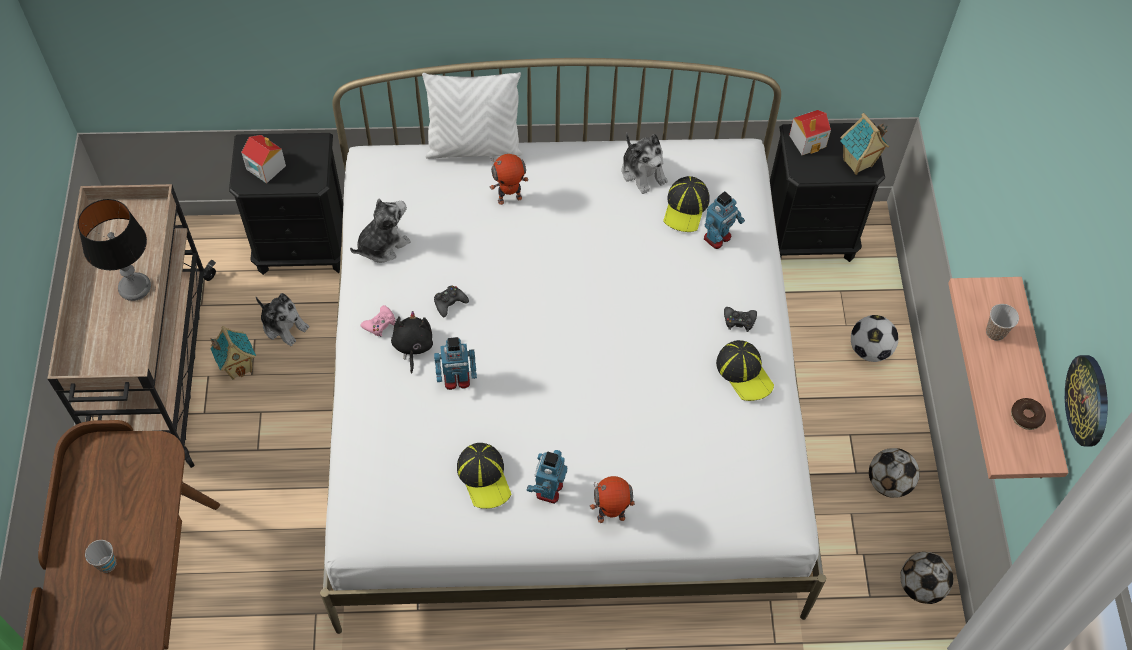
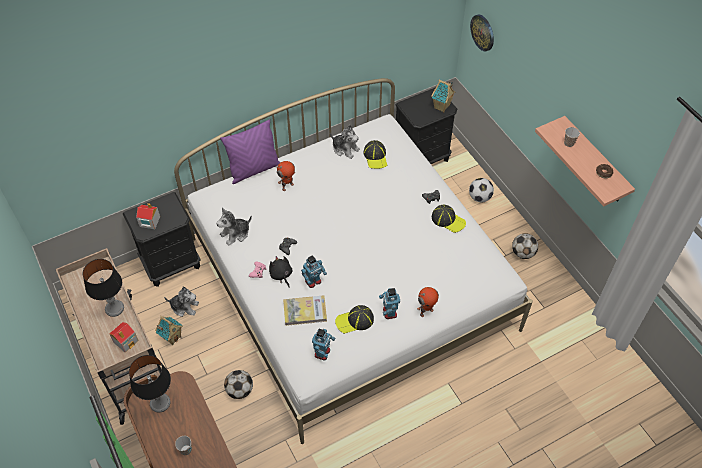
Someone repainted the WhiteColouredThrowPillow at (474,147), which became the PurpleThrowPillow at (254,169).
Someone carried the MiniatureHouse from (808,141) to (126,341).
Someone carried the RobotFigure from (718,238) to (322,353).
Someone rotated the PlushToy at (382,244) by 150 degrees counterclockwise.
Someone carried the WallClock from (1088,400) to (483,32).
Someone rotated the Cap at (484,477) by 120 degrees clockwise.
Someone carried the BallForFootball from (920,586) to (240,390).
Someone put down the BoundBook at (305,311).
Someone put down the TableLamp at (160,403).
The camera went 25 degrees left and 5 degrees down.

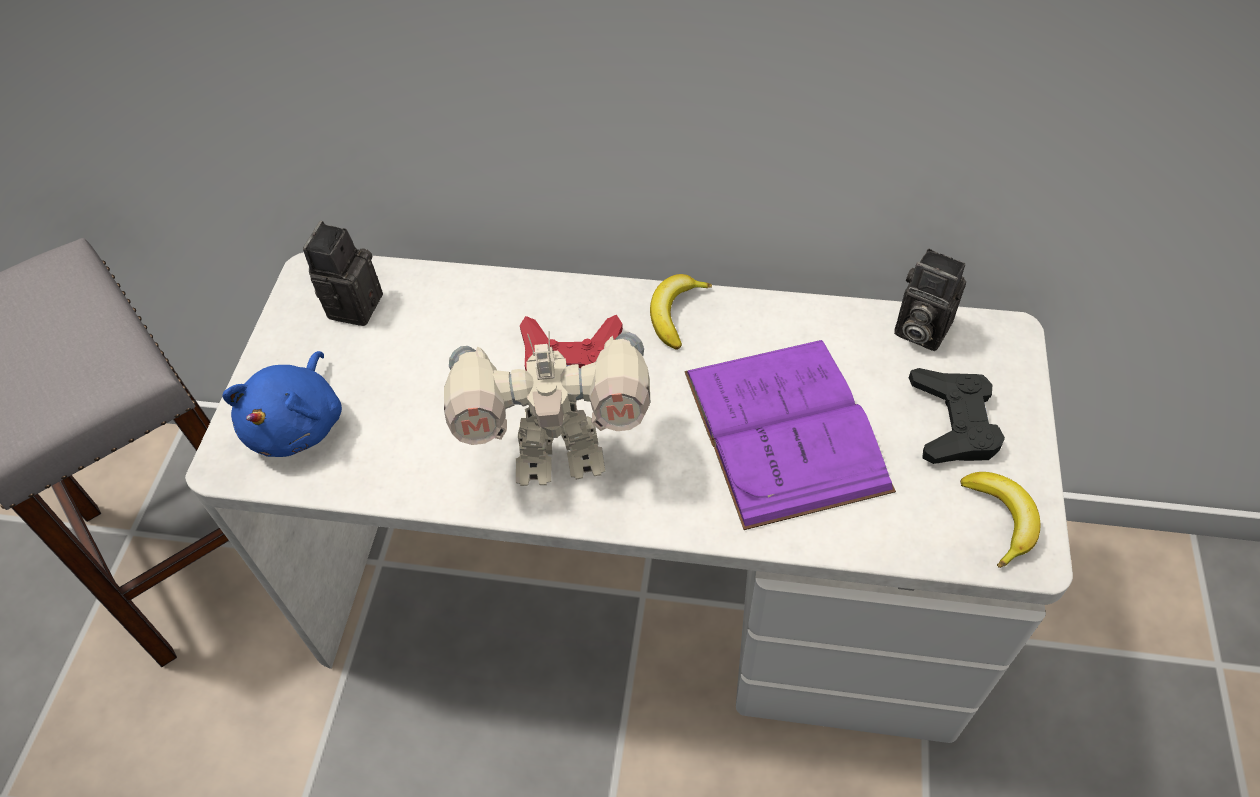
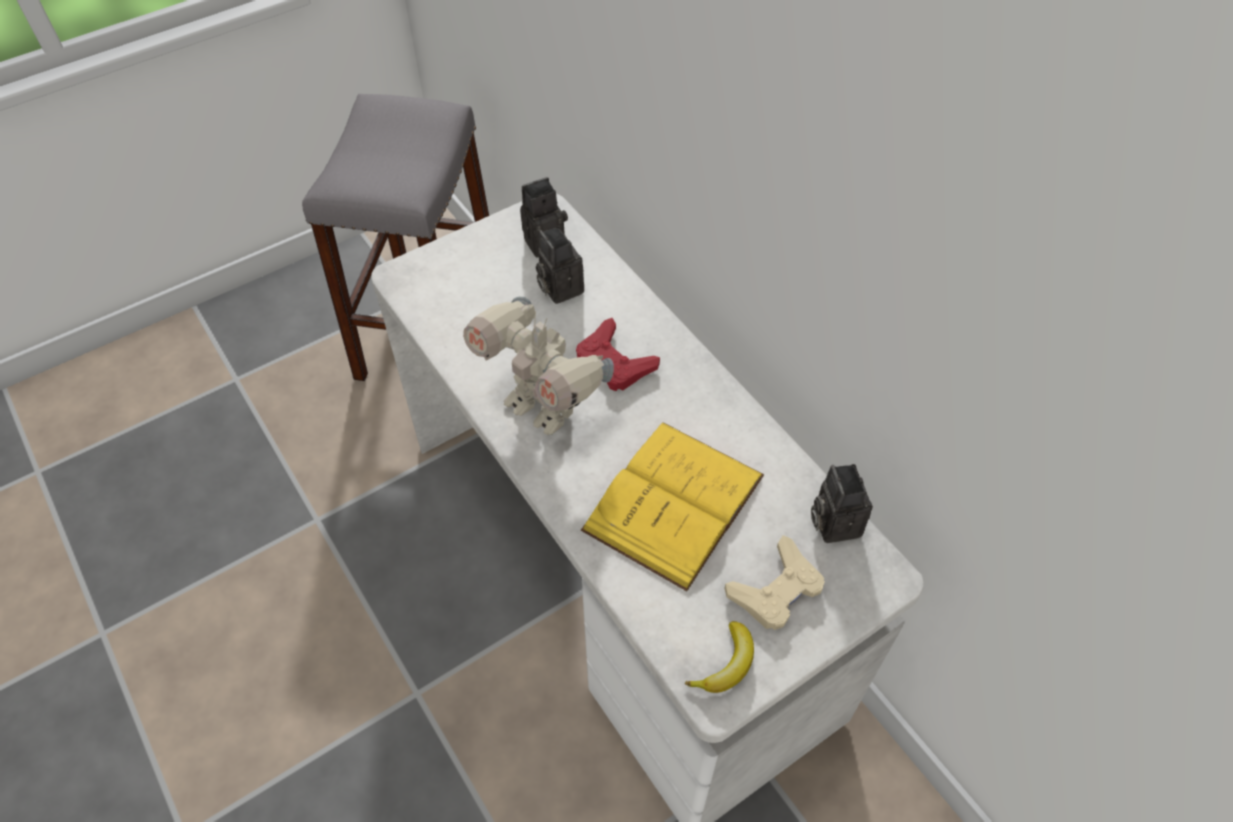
Someone took away the WholeBanana at (675,314).
Someone repainted the PurpleBoundBook at (785,429), which became the YellowishBoundBook at (674,502).
Someone took away the BlueColouredPlushToy at (299,424).
Someone repainted the BlackishGamepad at (953,422), which became the BeigeColouredGamepad at (776,590).
Someone put down the StillCamera at (558,287).
The camera went 45 degrees right and 0 degrees up.

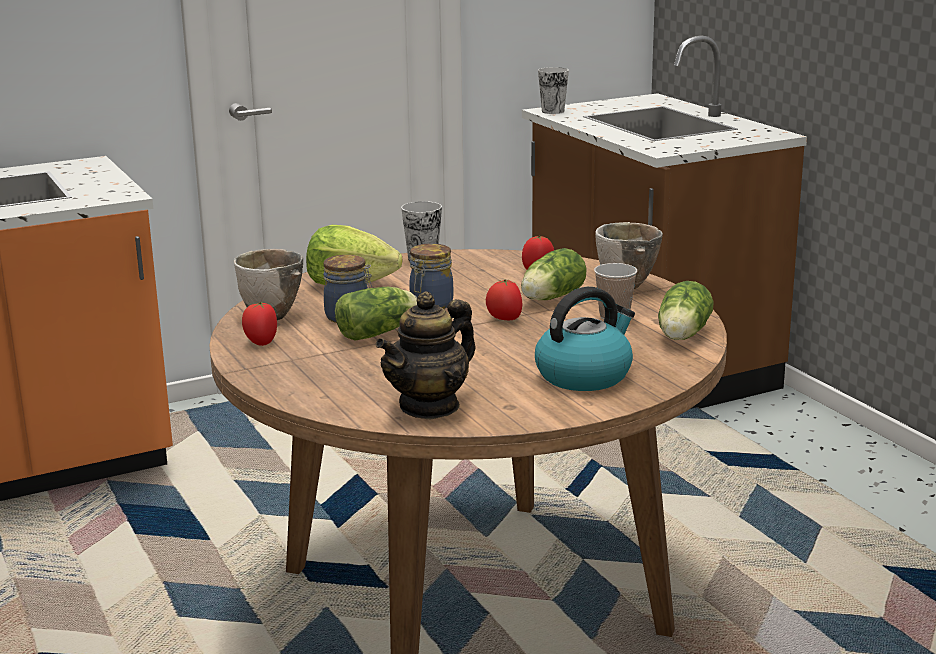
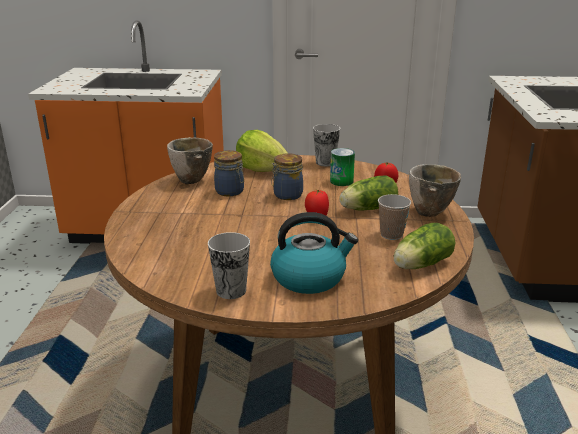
Someone carried the SmallCup from (553,111) to (231,290).
Someone took away the Lettuce at (380,332).
Someone took away the PotForTea at (429,406).
Someone took away the Tomato at (261,343).
Someone put down the SealedCan at (341,181).
The camera went 30 degrees right and 5 degrees up.

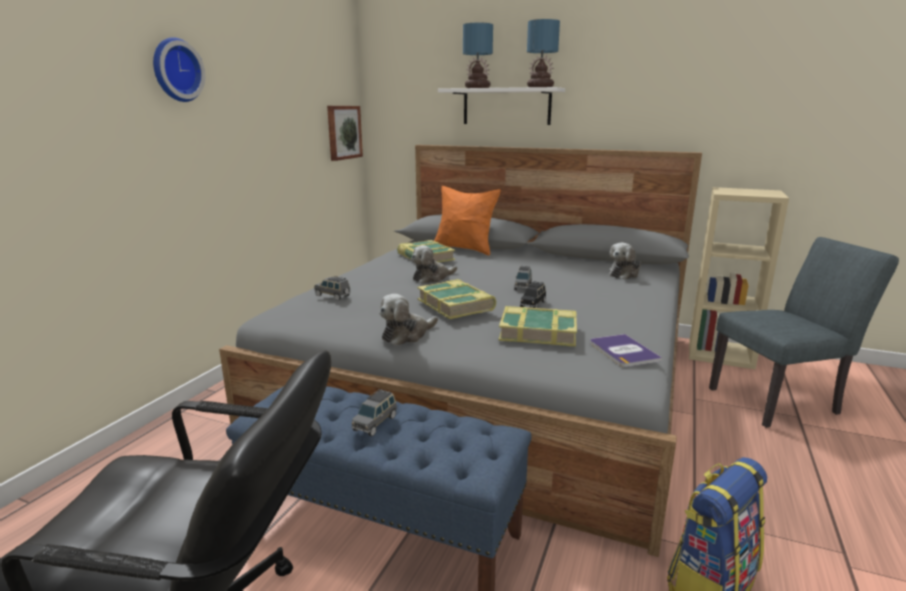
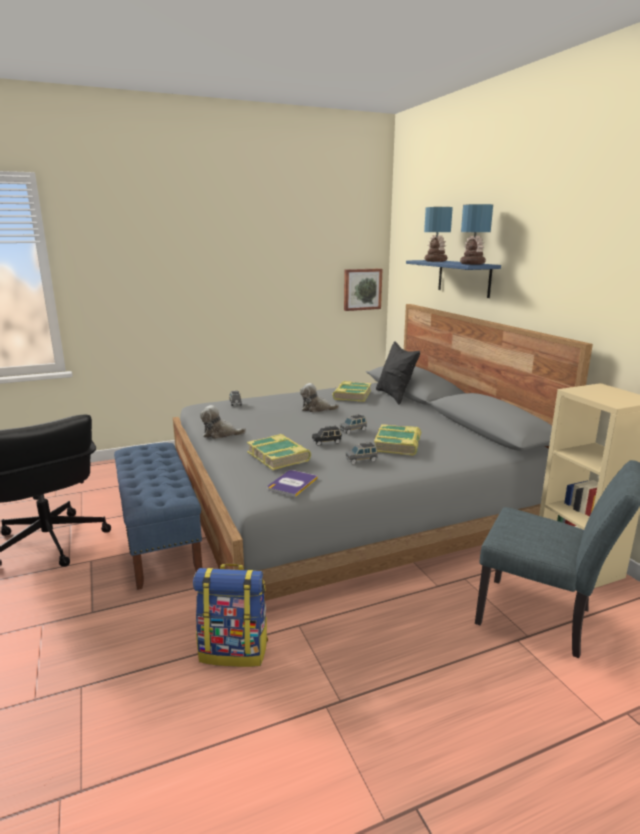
Someone took away the WallClock at (175,70).
Someone repainted the WhiteColouredShelf at (506,106), which became the BlueColouredShelf at (464,278).
Someone repainted the OrangeThrowPillow at (465,249), which became the BlackishThrowPillow at (395,396).
Someone took away the PlushToy at (624,274).
Someone carried the BoundBook from (456,305) to (398,445).
Someone carried the GrayToyCar from (375,423) to (361,460).
The camera went 45 degrees right and 0 degrees up.

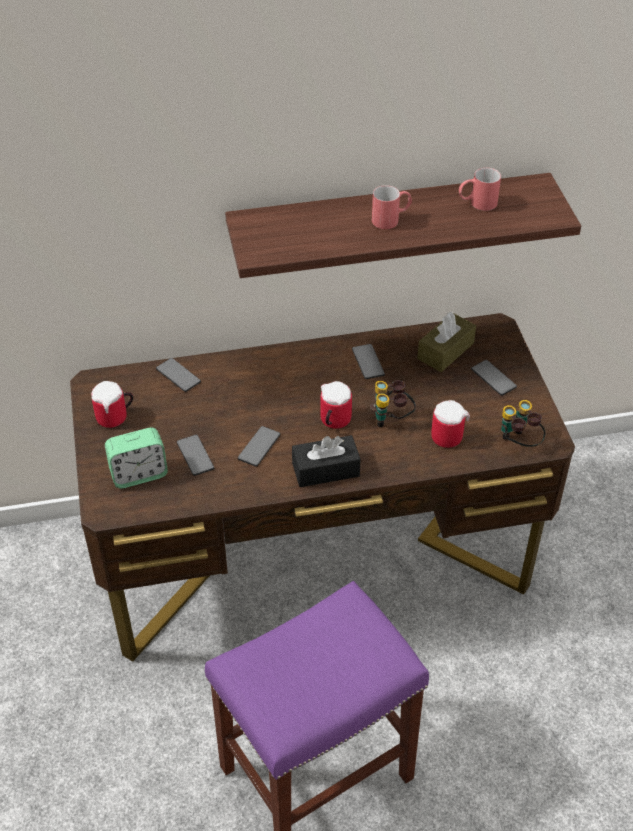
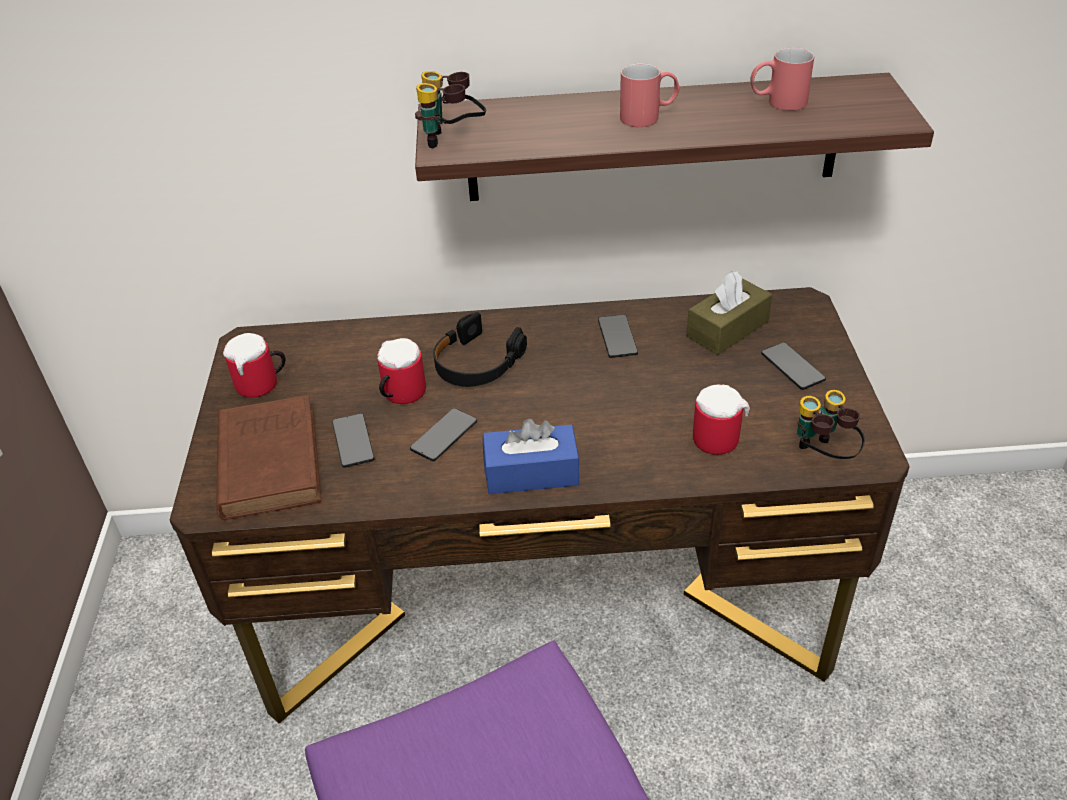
Someone took away the Phone at (178,375).
Someone carried the Binoculars from (391,419) to (453,140).
Someone carried the Mug from (332,421) to (399,394).
Someone swapped the AlarmClock at (139,474) for the BrownBoundBook at (269,460).
Someone repainted the BlackishBoxOfTissues at (325,470), which became the BlueColouredBoxOfTissues at (531,473).
Someone put down the BlackishPairOfHeadphones at (476,363).
The camera went 10 degrees right and 5 degrees down.

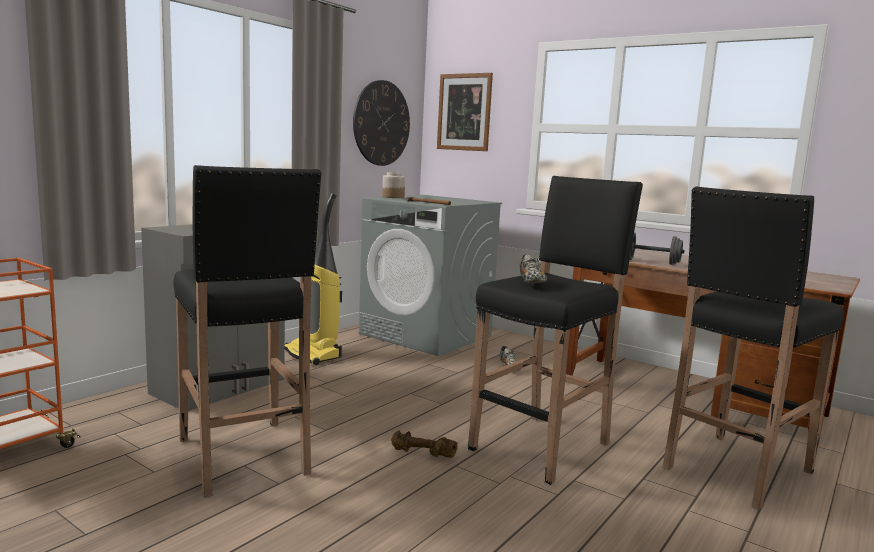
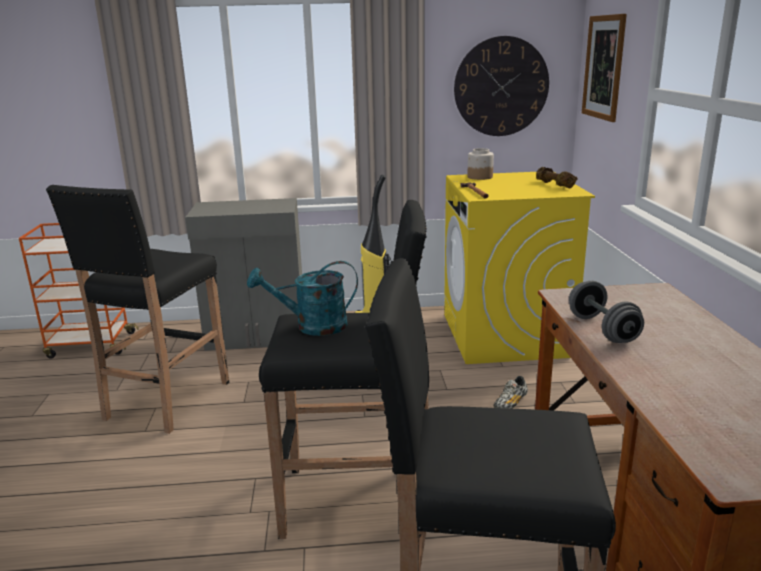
Someone repainted the GrayLaundryAppliance at (426,335), which became the YellowishLaundryAppliance at (505,335).
Someone swapped the LowShoe at (531,283) for the BlueGreenWateringCan at (312,327).
Someone carried the BrownDumbbell from (422,454) to (554,185).
The camera went 50 degrees right and 10 degrees up.

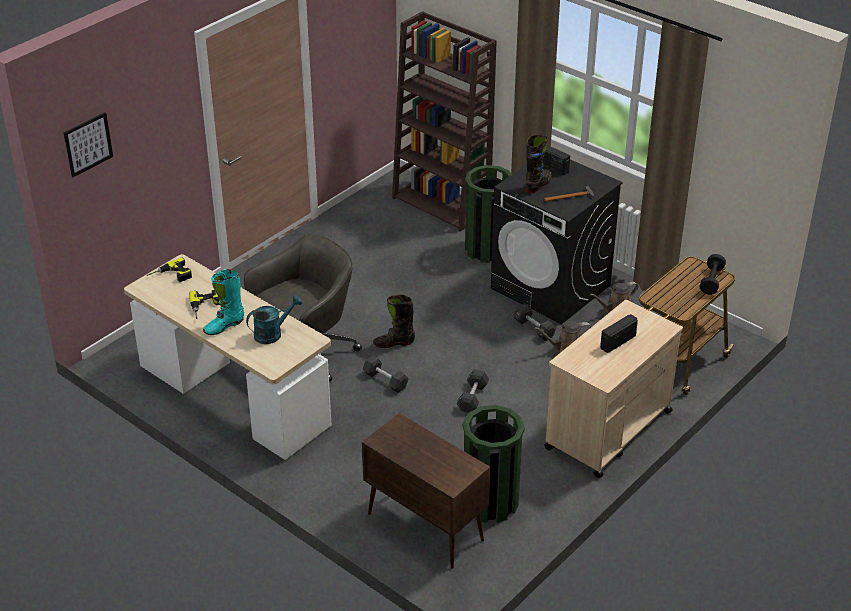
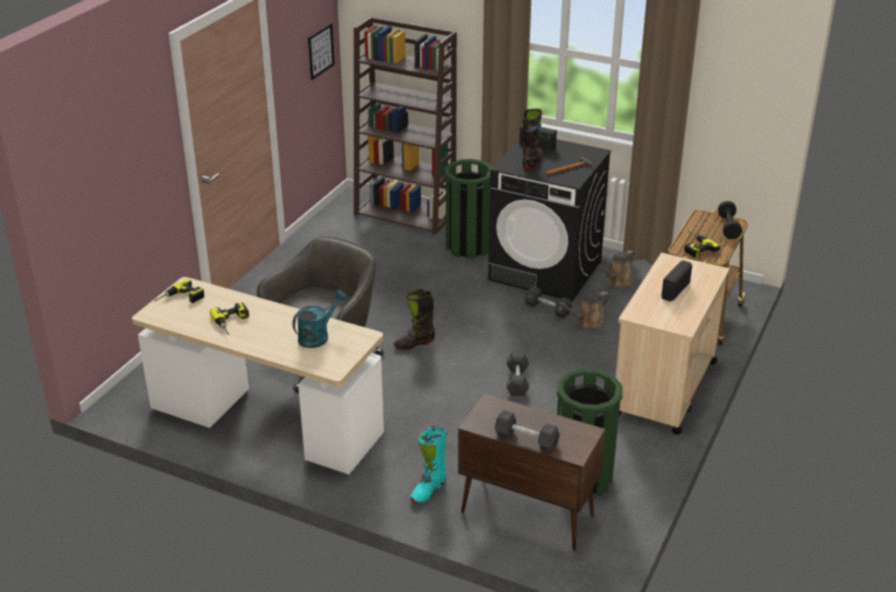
Someone carried the Picture from (88,144) to (320,51).
Someone carried the BlueGreenBoot from (224,326) to (428,490).
Someone carried the BlackishDumbbell from (385,380) to (526,440).
Someone put down the ElectricDrill at (694,246).
The camera went 15 degrees left and 5 degrees down.

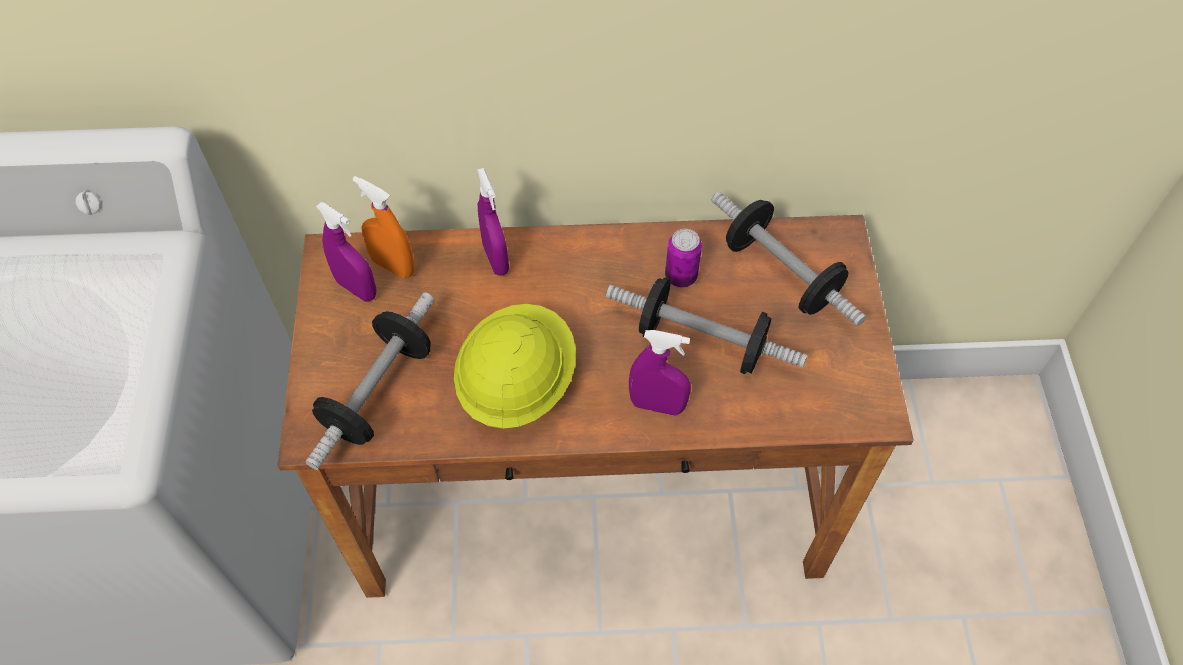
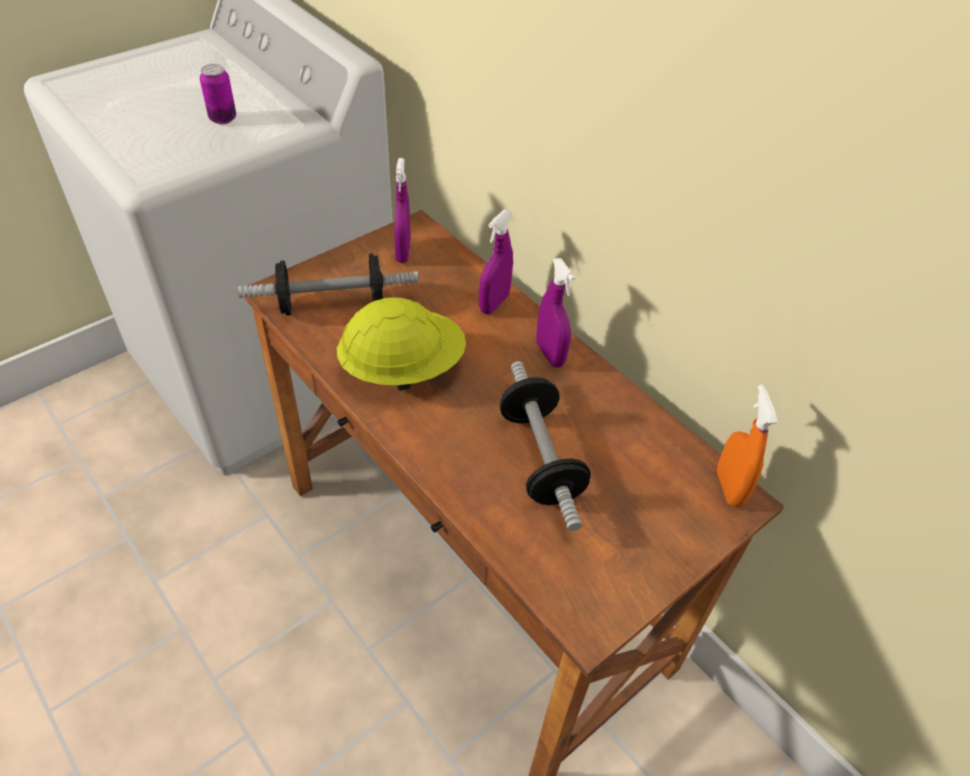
Someone carried the OrangeSprayBottle from (393,266) to (728,488).
Someone took away the Dumbbell at (781,274).
Someone carried the SealedCan from (681,276) to (223,119).
Someone carried the PurpleSprayBottle from (657,405) to (550,354).
The camera went 50 degrees right and 10 degrees down.

